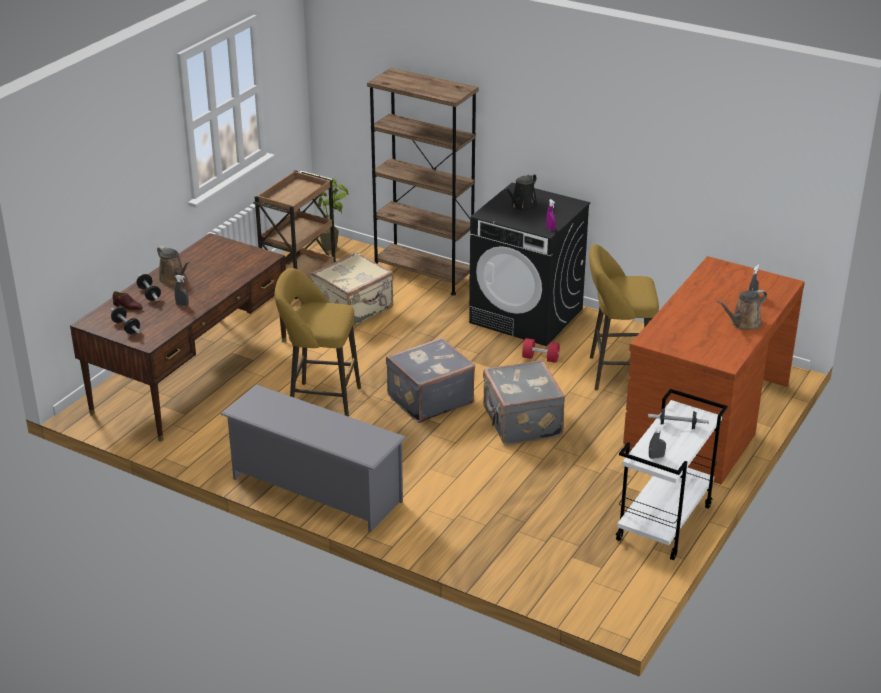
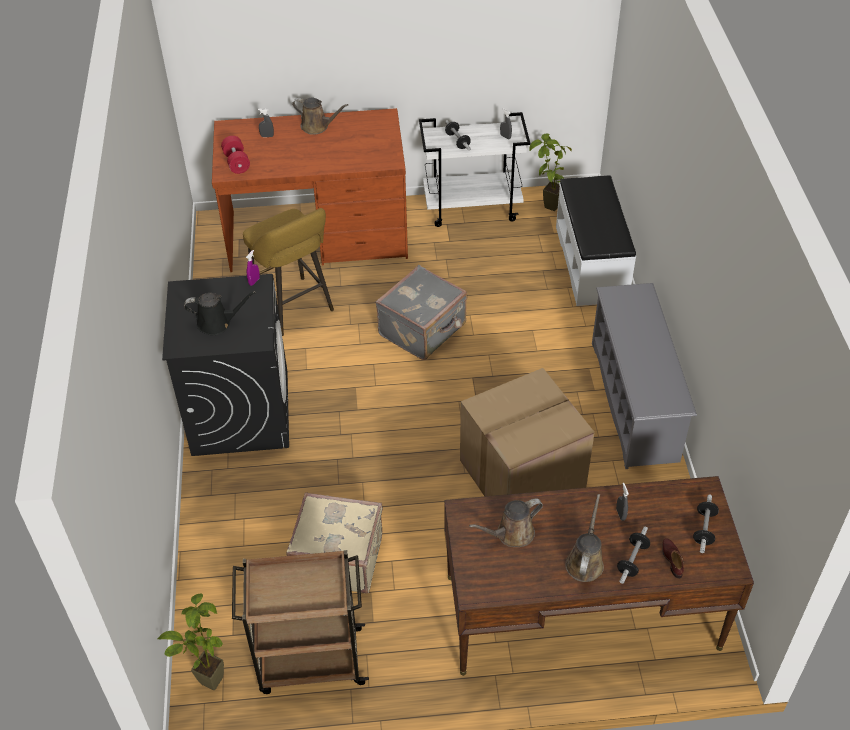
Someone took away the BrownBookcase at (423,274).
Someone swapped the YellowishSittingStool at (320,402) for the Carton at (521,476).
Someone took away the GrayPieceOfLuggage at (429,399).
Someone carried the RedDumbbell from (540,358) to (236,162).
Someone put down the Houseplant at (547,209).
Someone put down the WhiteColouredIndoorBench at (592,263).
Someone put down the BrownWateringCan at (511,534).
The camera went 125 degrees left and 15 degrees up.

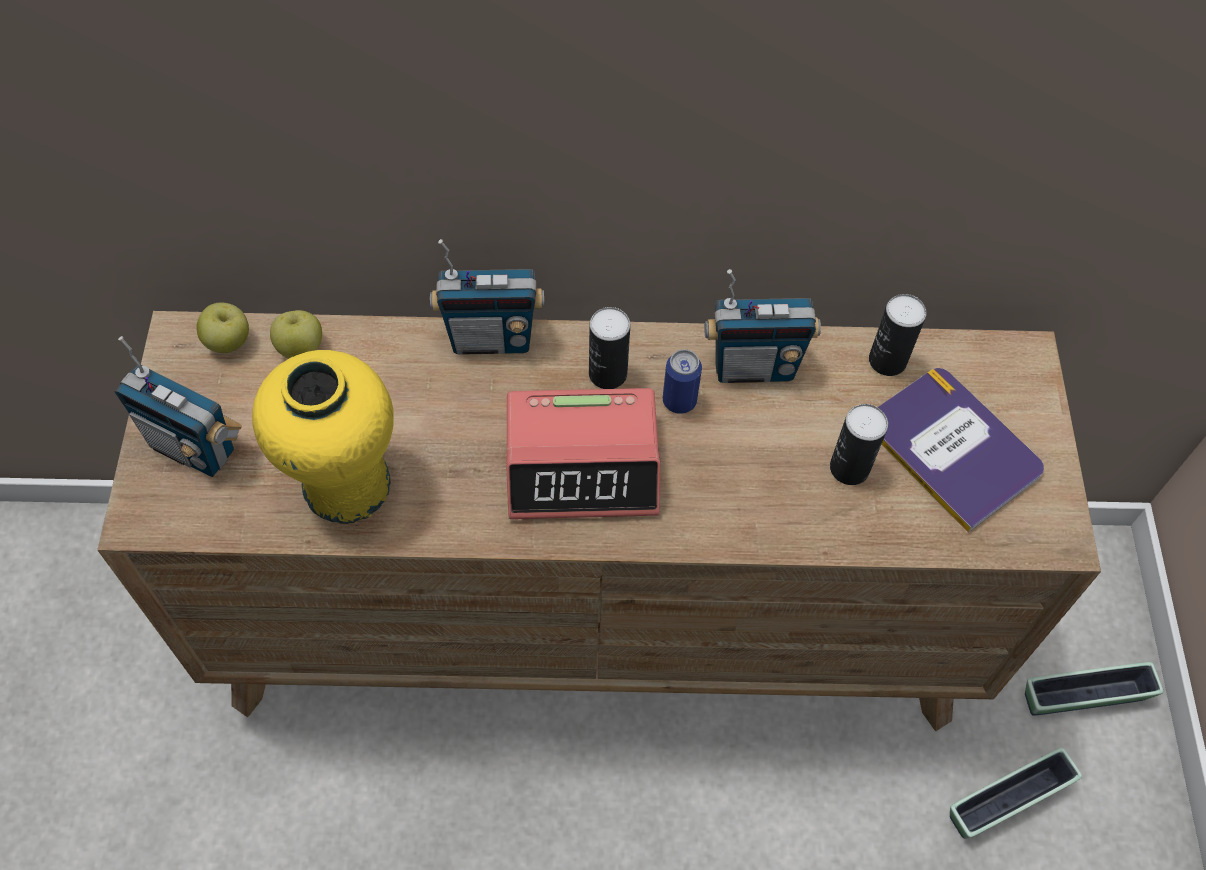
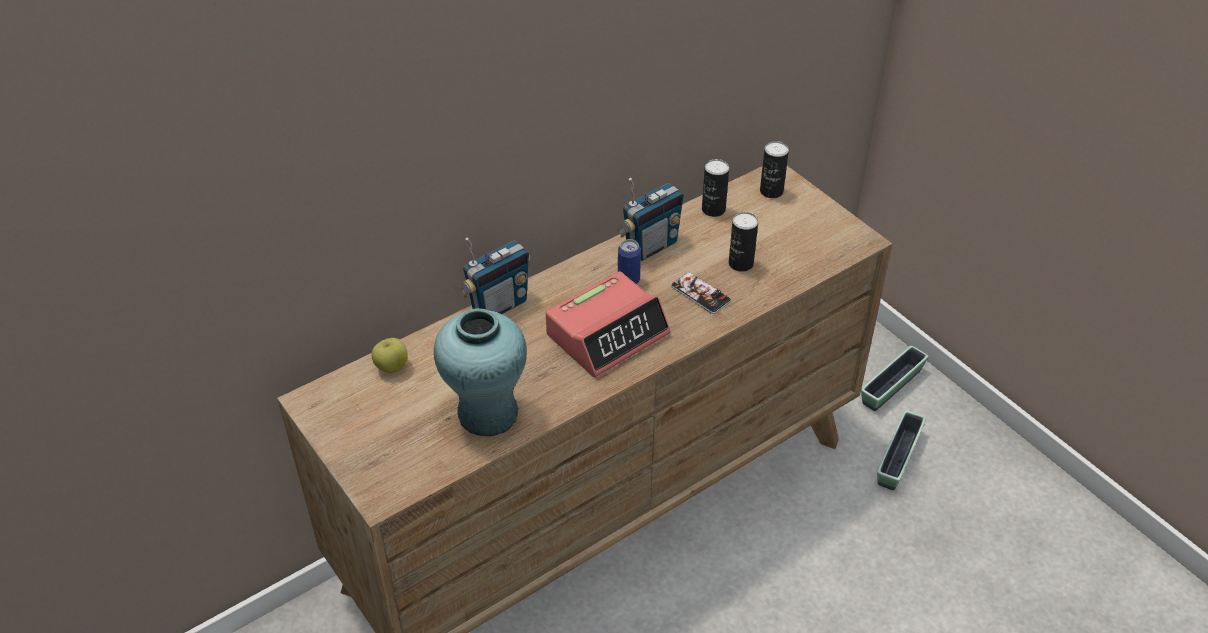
Someone took away the WholeApple at (228,342).
Someone carried the SealedCan from (608,374) to (771,191).
Someone took away the RadioReceiver at (194,447).
Someone repainted the YellowishFlowerVase at (346,485), which became the BlueGreenFlowerVase at (487,414).
Someone took away the BoundBook at (952,448).
Someone put down the Phone at (700,294).
The camera went 35 degrees left and 15 degrees down.

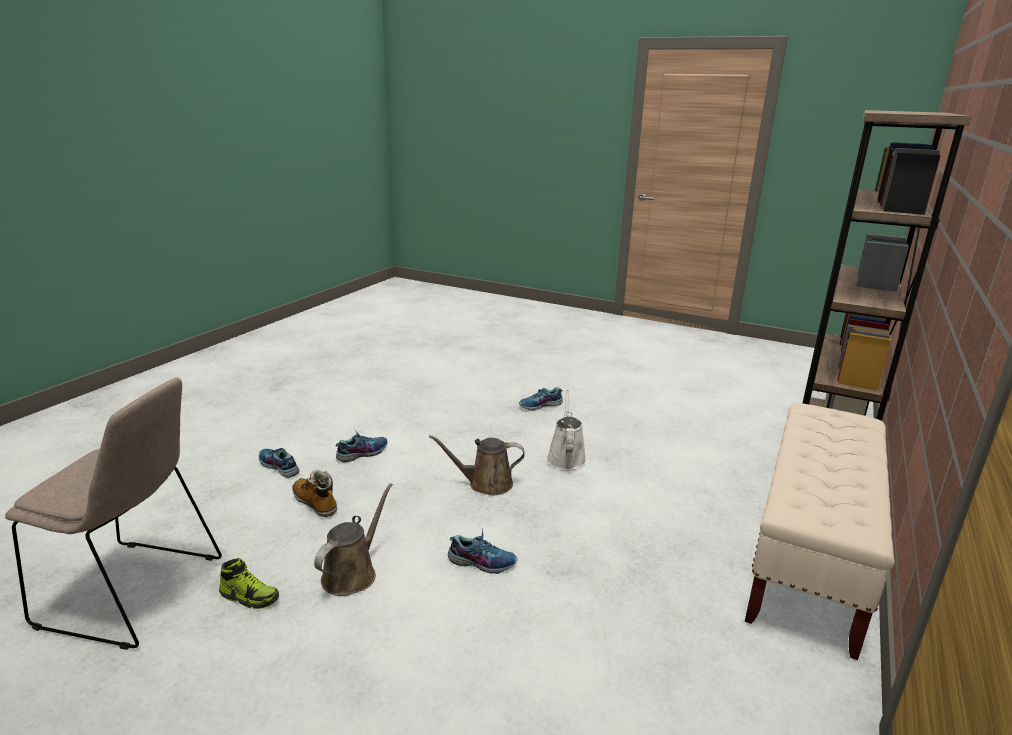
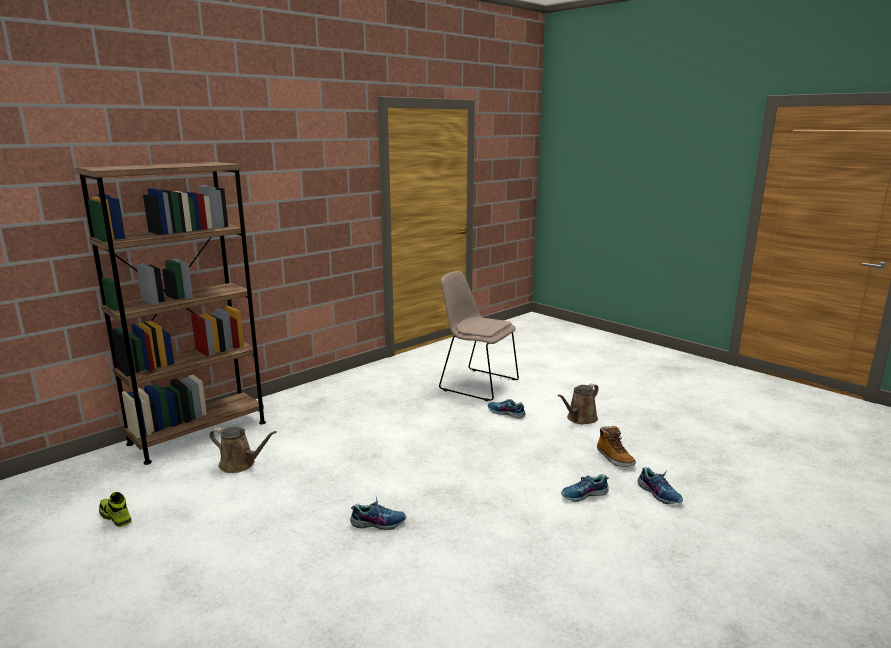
Someone carried the BeigeColouredChair from (136,593) to (476,384).
Someone took away the WhiteColouredWateringCan at (566,457).
Someone took away the BeigeColouredIndoorBench at (809,558).
Someone carried the BrownWateringCan from (486,484) to (240,464).
Someone carried the LowShoe from (250,597) to (115,517).
The camera went 160 degrees left and 5 degrees down.

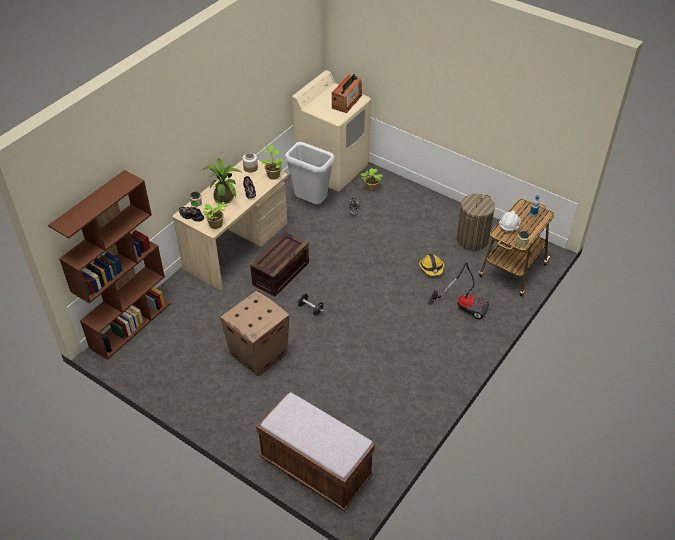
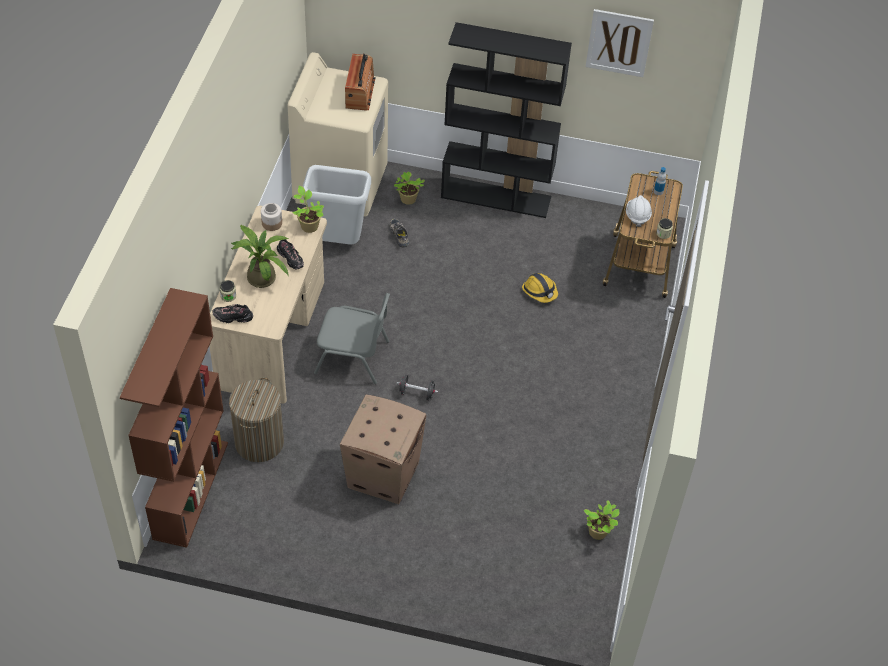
Someone carried the LaundryBasket from (472,239) to (259,442).
Someone carried the Houseplant from (216,225) to (599,533).
Someone swapped the PackingCrate at (281,274) for the GrayChair at (353,357).
Someone took away the Hoover at (464,306).
Someone took away the BrownIndoorBench at (316,469).
Someone put up the Picture at (619,42).
Someone put down the BlackishBookcase at (496,197).
The camera went 25 degrees left and 5 degrees up.

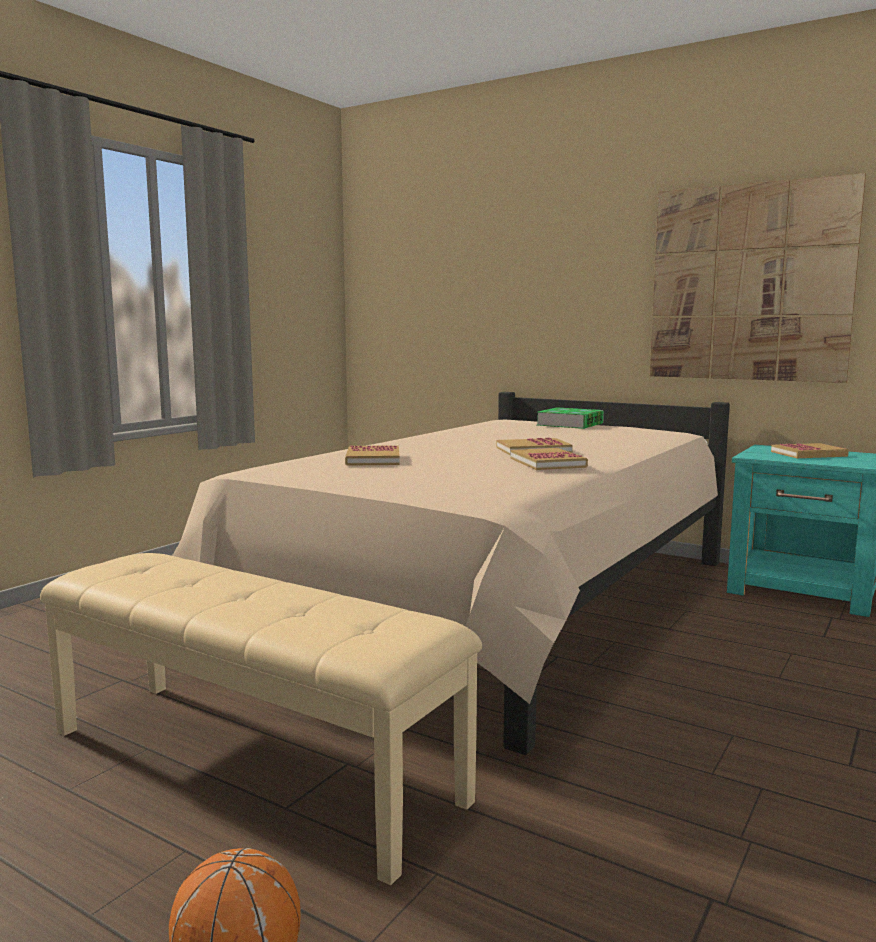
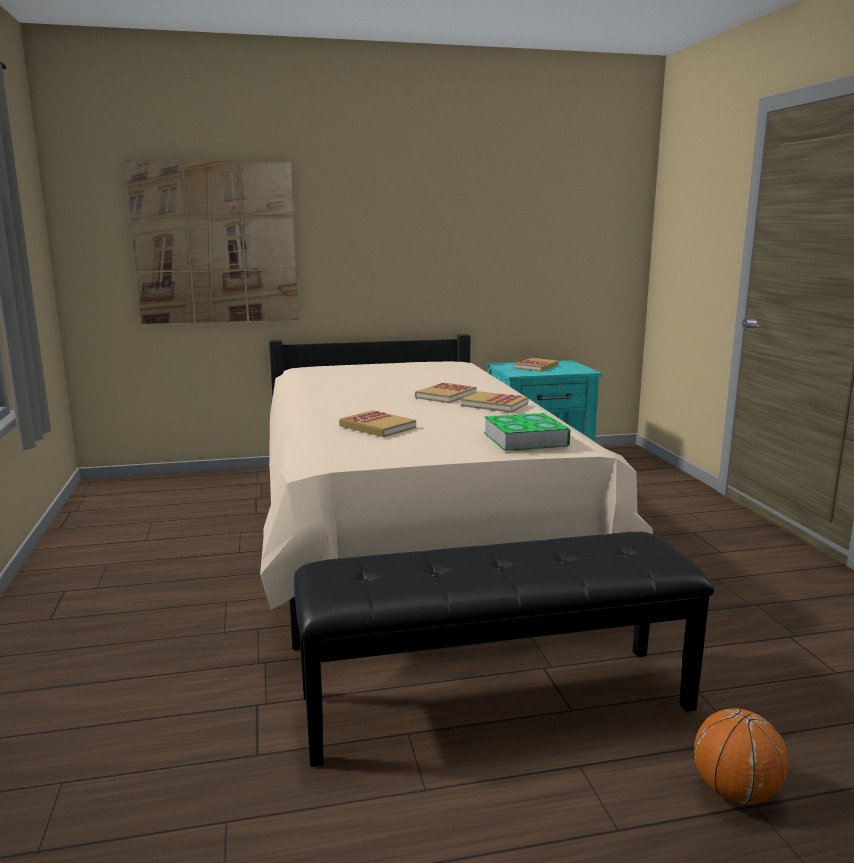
Someone carried the Picture from (749,283) to (216,243).
Someone carried the BoundBook from (570,424) to (525,439).
Someone repainted the BeigeColouredIndoorBench at (252,764), which became the BlackishIndoorBench at (496,700).
The camera went 45 degrees left and 5 degrees up.

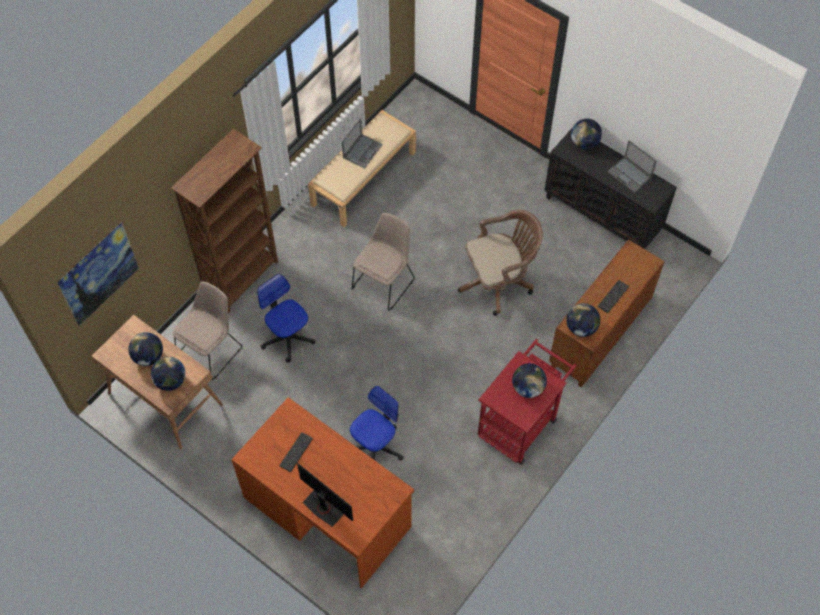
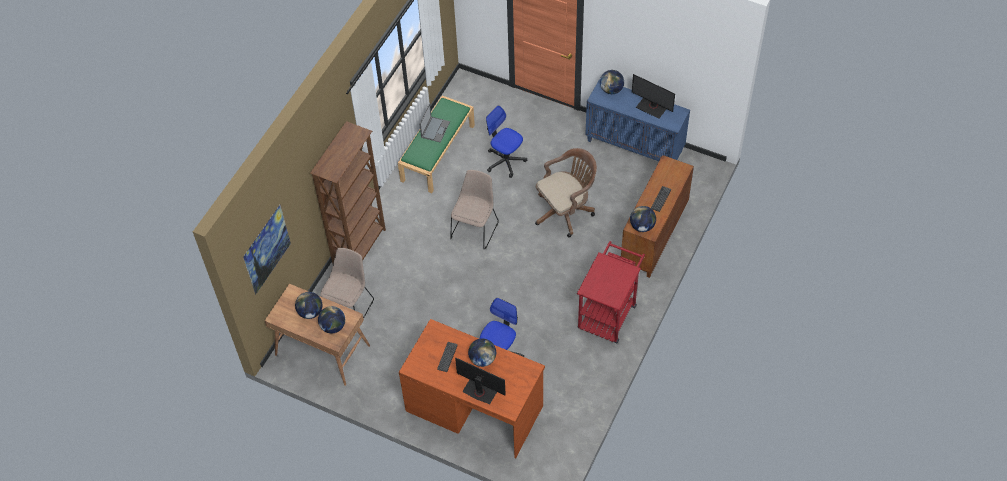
Someone repainted the BeigeColouredIndoorBench at (363,177), which became the GreenColouredIndoorBench at (437,152).
Someone repainted the BlackishCupboard at (603,215), which became the BlueColouredCupboard at (635,146).
Someone swapped the Laptop at (630,175) for the ComputerScreen at (652,107).
Someone carried the ComputerChair from (288,337) to (505,161).
Someone carried the WorldGlobe from (527,388) to (482,359).
The camera went 10 degrees left and 5 degrees down.

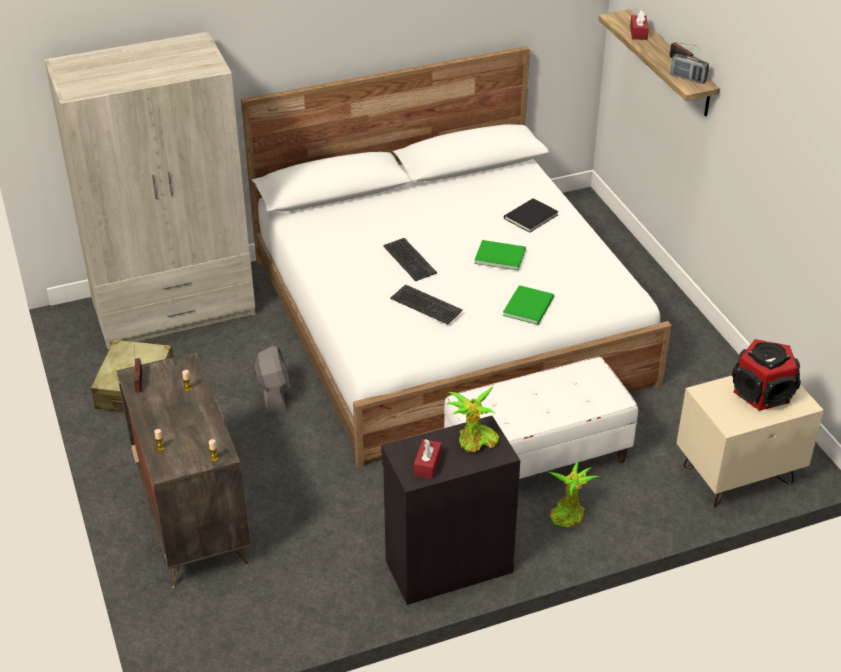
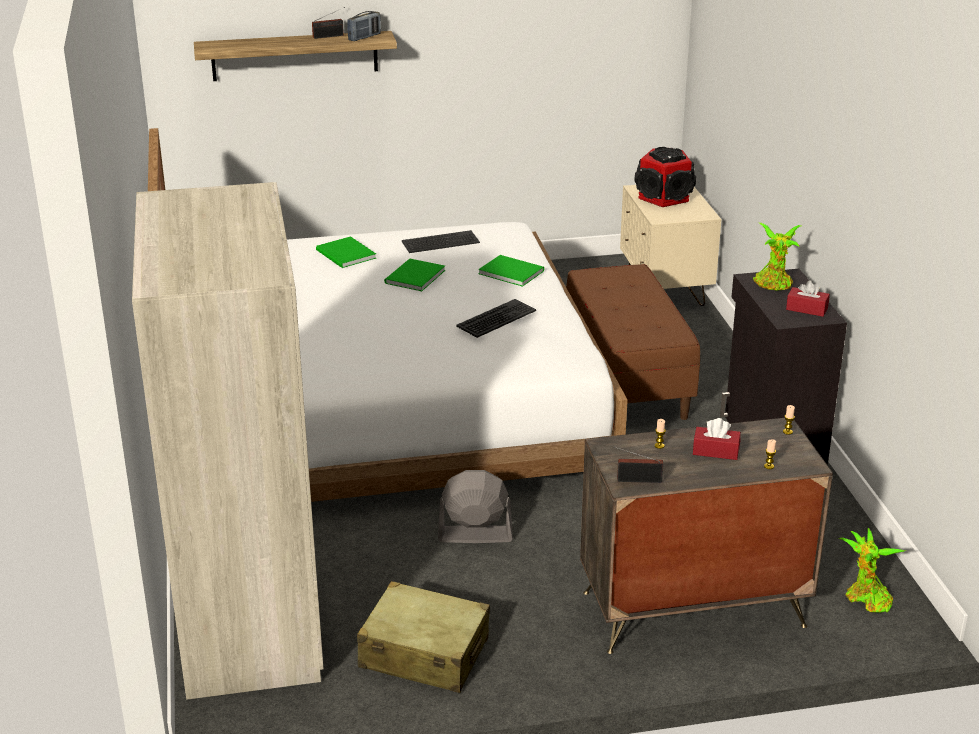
Someone carried the RedBoxOfTissues from (638,33) to (715,451).
Someone repainted the BlackishBoundBook at (529,217), which became the GreenColouredBoundBook at (345,255).
Someone carried the PcKeyboard from (409,260) to (440,243).
Someone repainted the WhiteColouredIndoorBench at (537,459), which became the BrownIndoorBench at (626,379).
Someone carried the Houseplant from (568,513) to (865,599).
The camera went 80 degrees left and 10 degrees down.

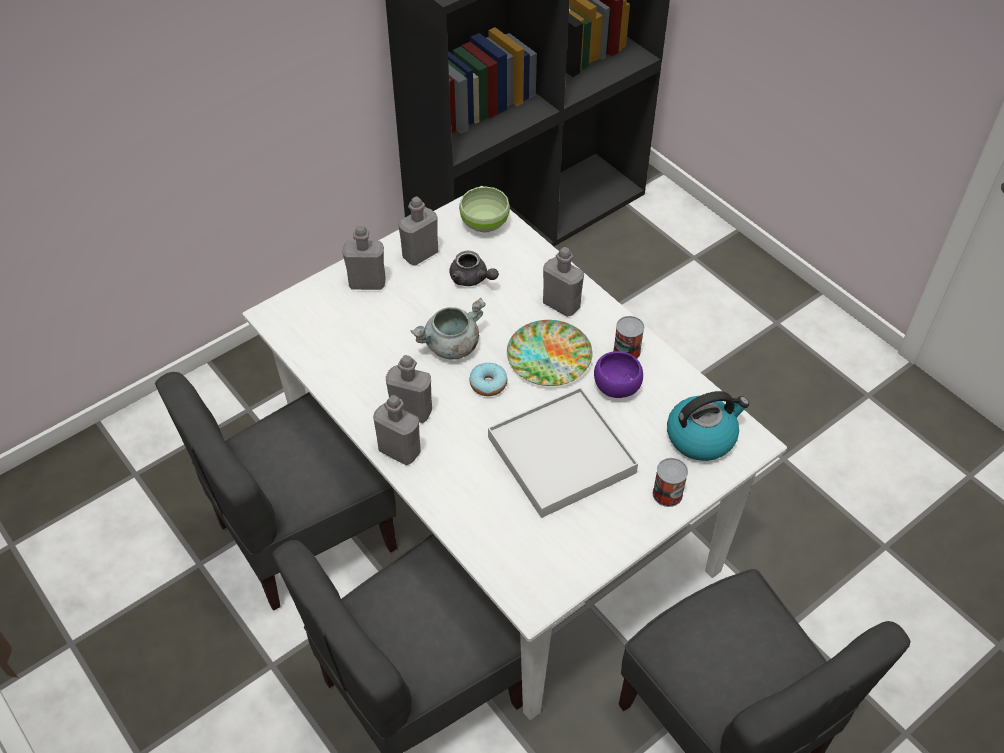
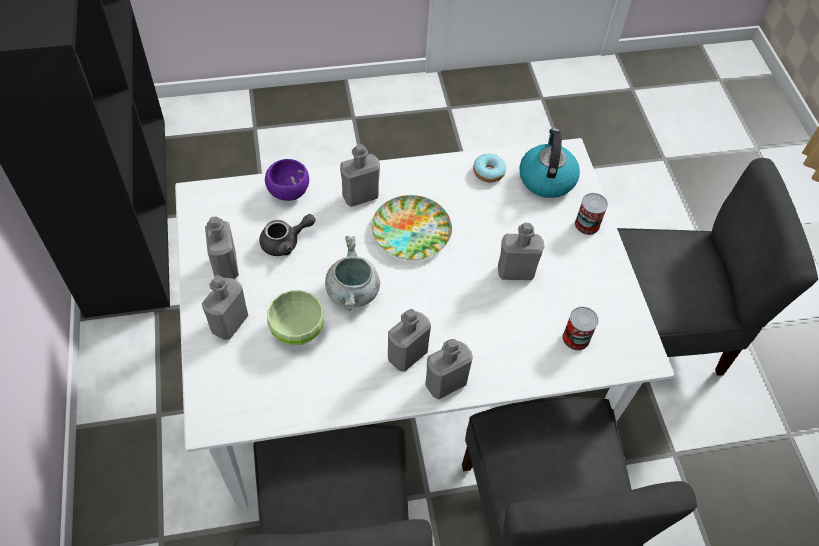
Someone carried the GreenColouredDeepDish from (485,224) to (298,329).
Someone carried the SealedCan from (627,351) to (576,338).
Someone carried the PurpleDeepDish from (616,388) to (289,192).
Someone carried the Doughnut from (488,384) to (488,172).
Someone swapped the WhiteColouredServingTray at (561,455) for the GrayBeverageBottle at (515,271).
The camera went 65 degrees left and 5 degrees up.

